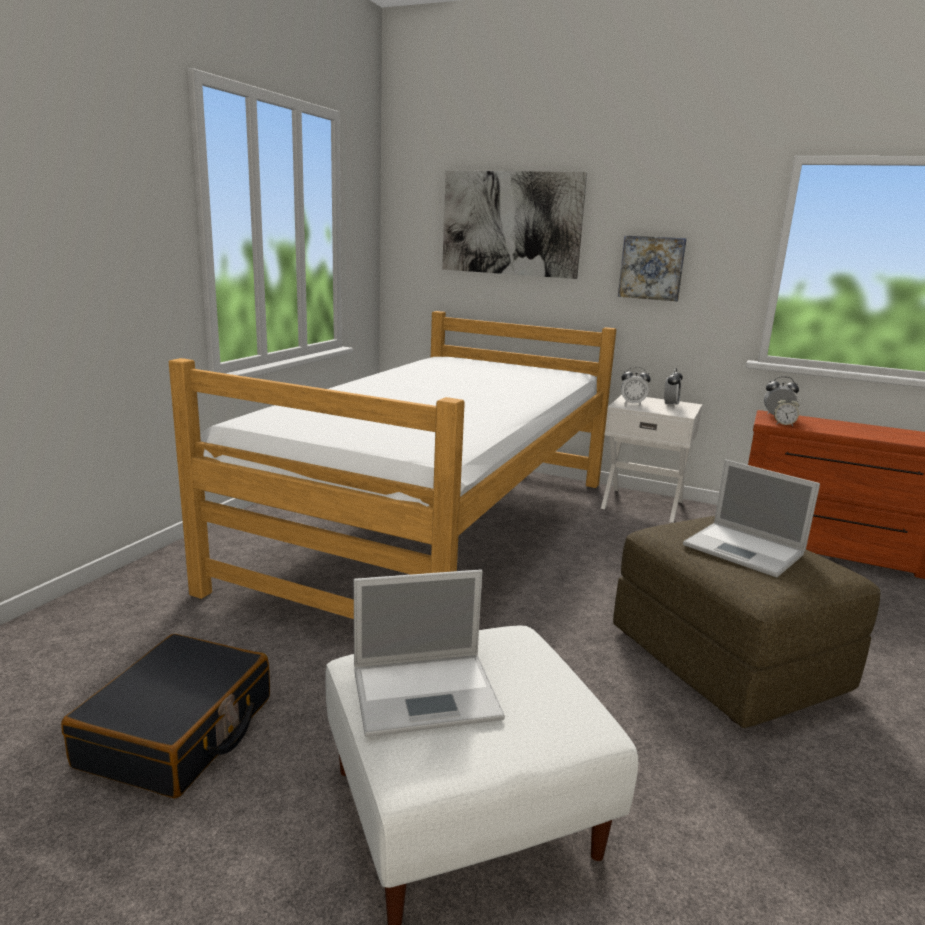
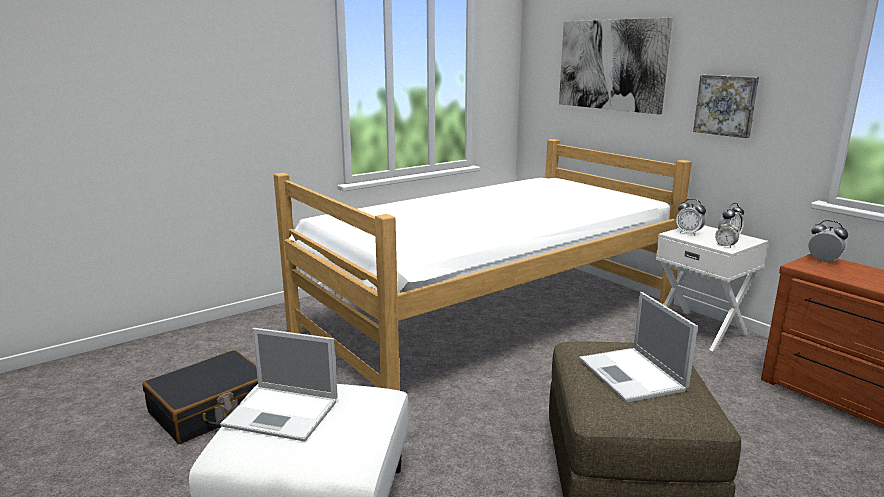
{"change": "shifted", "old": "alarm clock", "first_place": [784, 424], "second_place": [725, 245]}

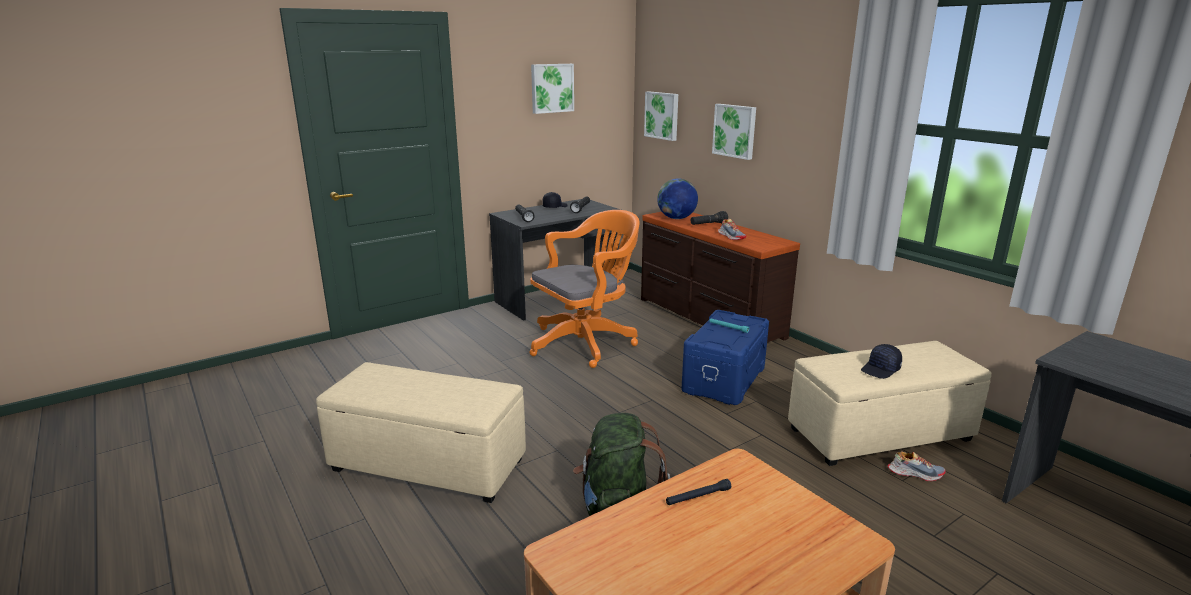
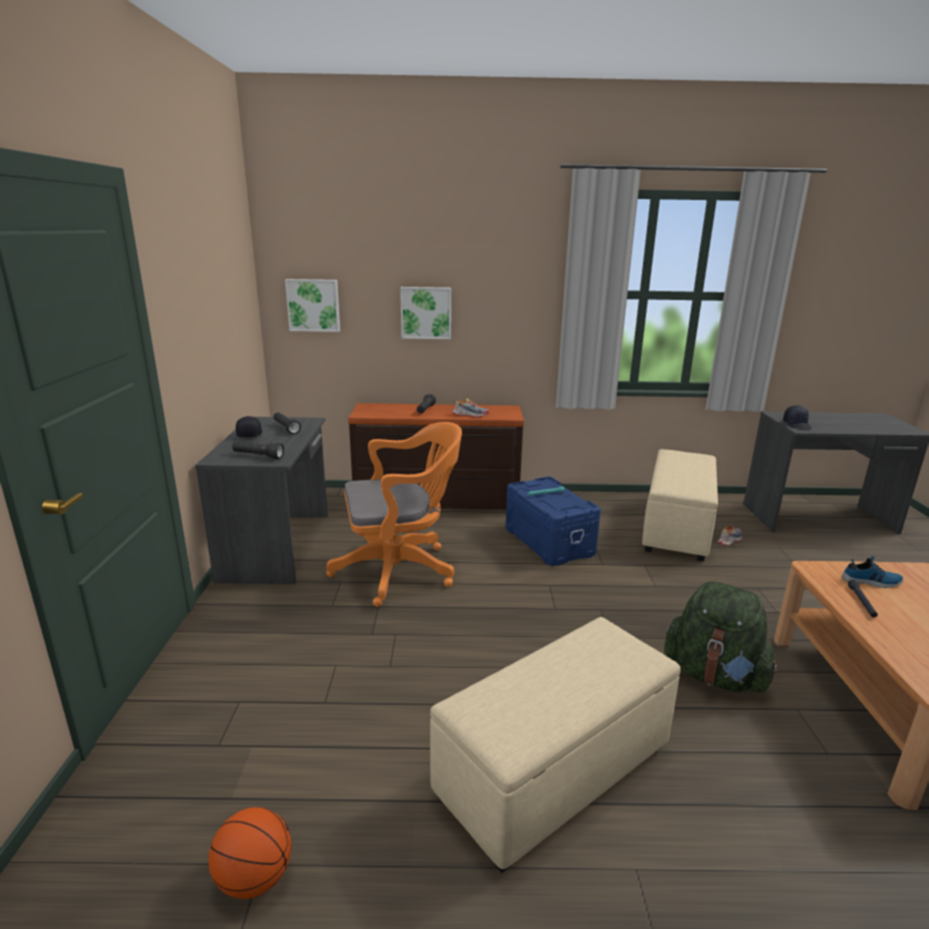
{"change": "rotated", "old": "orange office chair", "first_place": [586, 342], "second_place": [400, 570], "degrees": 75}
{"change": "gone", "old": "picture", "first_place": [551, 88]}
{"change": "gone", "old": "globe", "first_place": [676, 218]}
{"change": "shifted", "old": "black cap", "first_place": [881, 370], "second_place": [797, 424]}
{"change": "new", "new": "basketball", "second_place": [254, 878]}
{"change": "new", "new": "shoe", "second_place": [871, 581]}

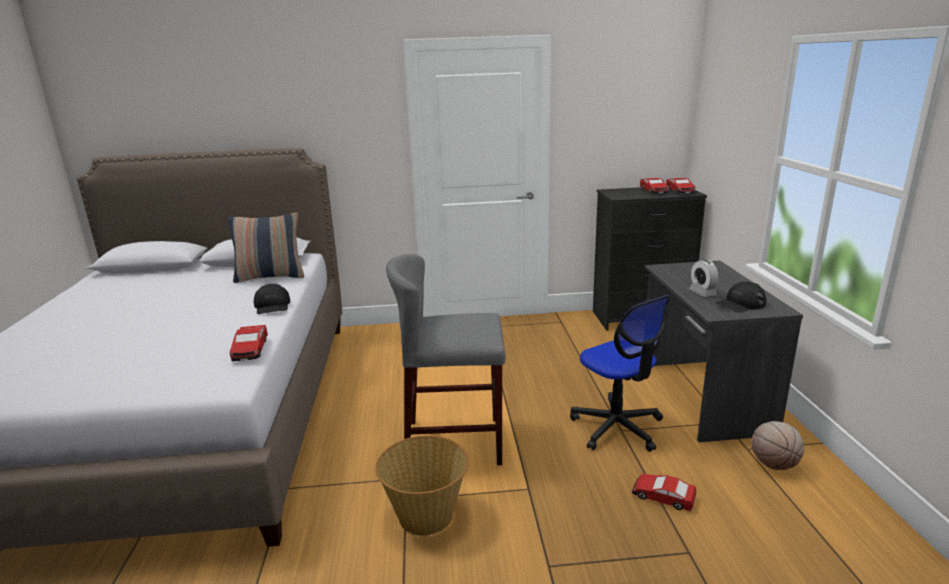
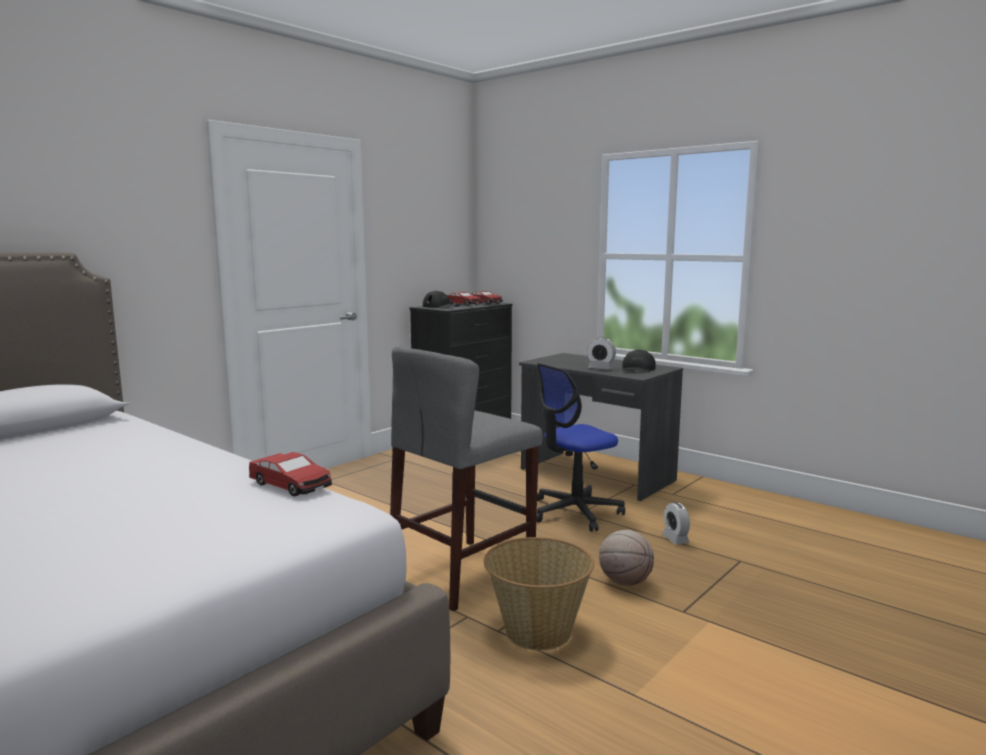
{"change": "gone", "old": "pillow", "first_place": [270, 277]}
{"change": "shifted", "old": "black cap", "first_place": [272, 306], "second_place": [441, 306]}
{"change": "rotated", "old": "office chair", "first_place": [617, 427], "second_place": [574, 512], "degrees": 135}
{"change": "swapped", "old": "toy car", "new": "alarm clock", "first_place": [663, 497], "second_place": [675, 539]}
{"change": "shifted", "old": "basketball", "first_place": [774, 464], "second_place": [625, 582]}

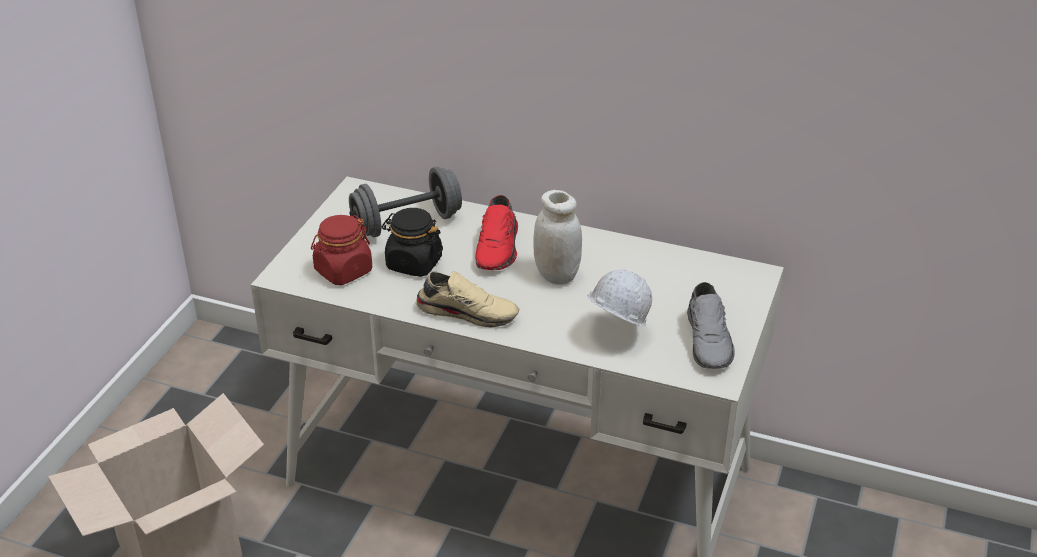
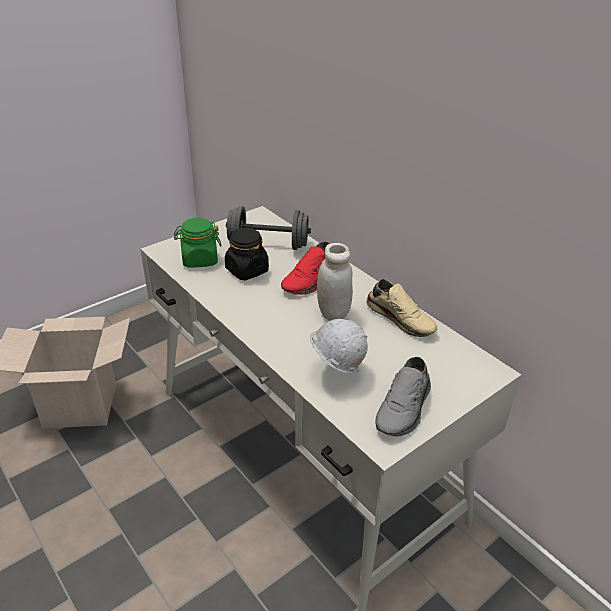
{"change": "repainted", "old": "red jar", "new": "green jar", "first_place": [343, 271], "second_place": [199, 260]}
{"change": "shifted", "old": "beige shoe", "first_place": [468, 312], "second_place": [401, 318]}

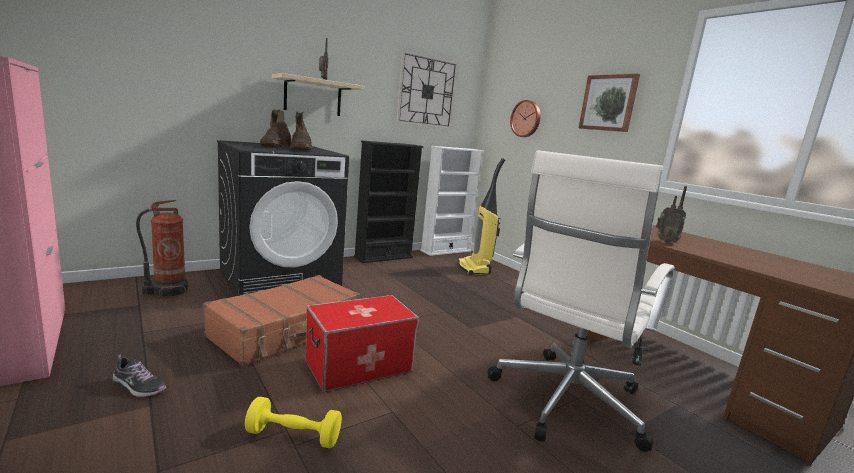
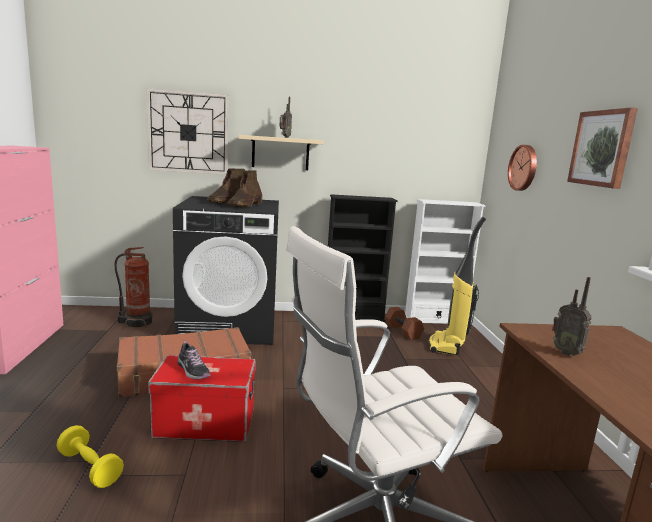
{"change": "shifted", "old": "shoe", "first_place": [138, 386], "second_place": [193, 370]}
{"change": "shifted", "old": "wall clock", "first_place": [427, 92], "second_place": [188, 132]}
{"change": "new", "new": "brown dumbbell", "second_place": [403, 331]}

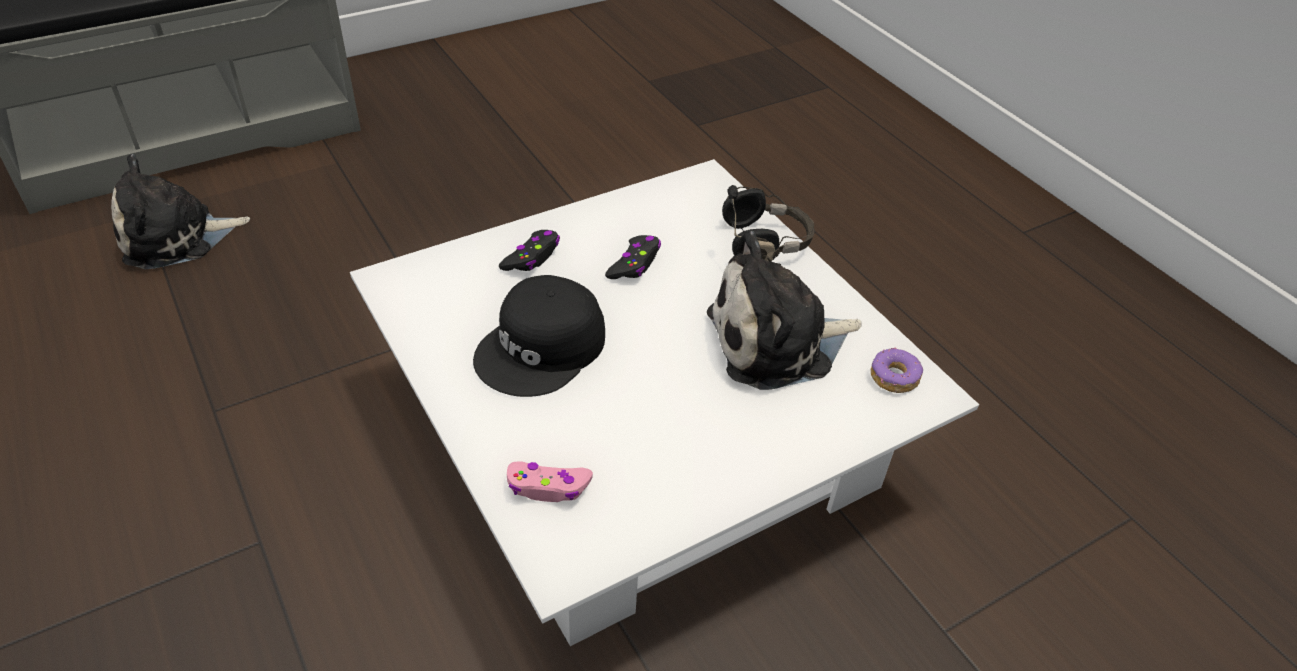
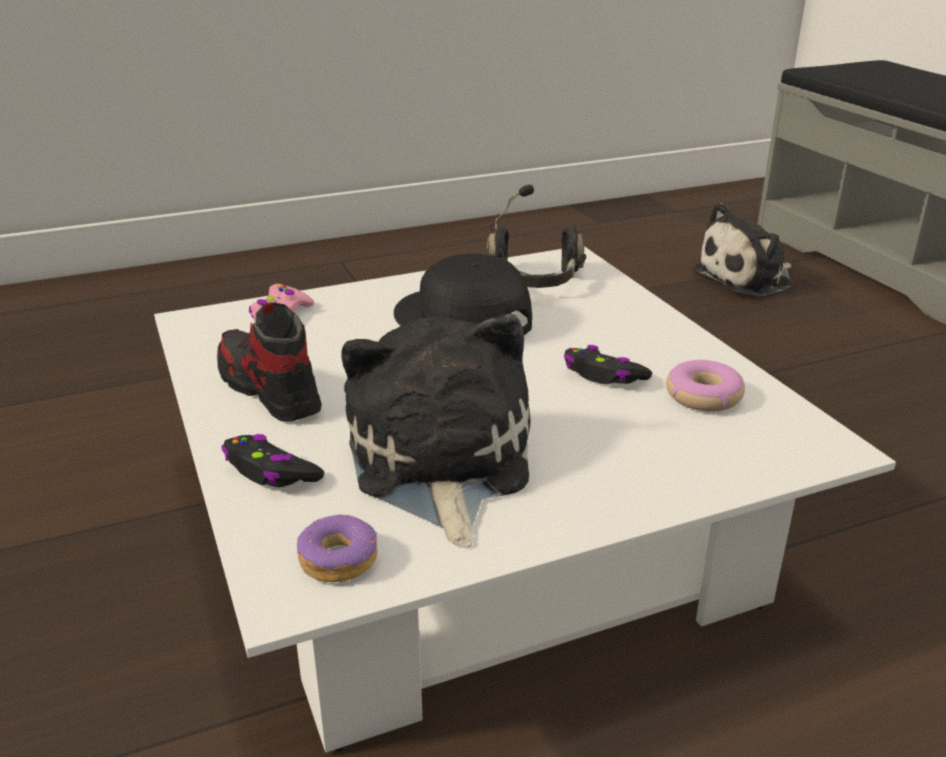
{"change": "rotated", "old": "plush toy", "first_place": [176, 237], "second_place": [747, 278], "degrees": -105}
{"change": "shifted", "old": "black game controller", "first_place": [532, 257], "second_place": [271, 472]}
{"change": "shifted", "old": "black headphones", "first_place": [764, 243], "second_place": [535, 280]}
{"change": "new", "new": "shoe", "second_place": [269, 389]}
{"change": "new", "new": "donut", "second_place": [703, 396]}

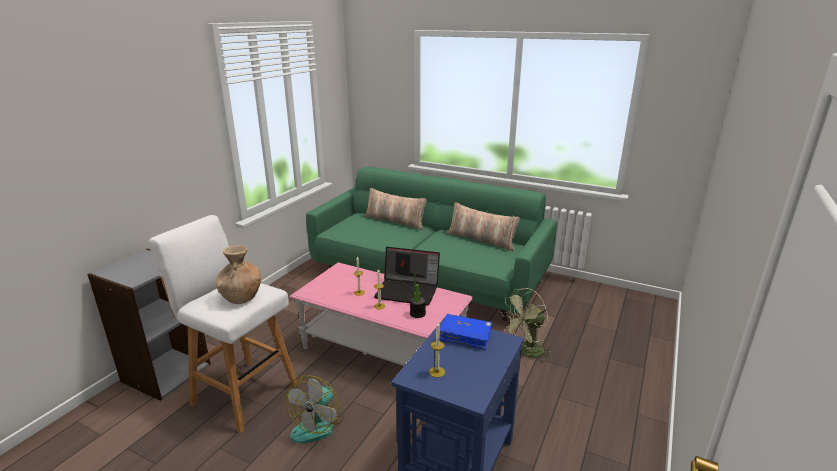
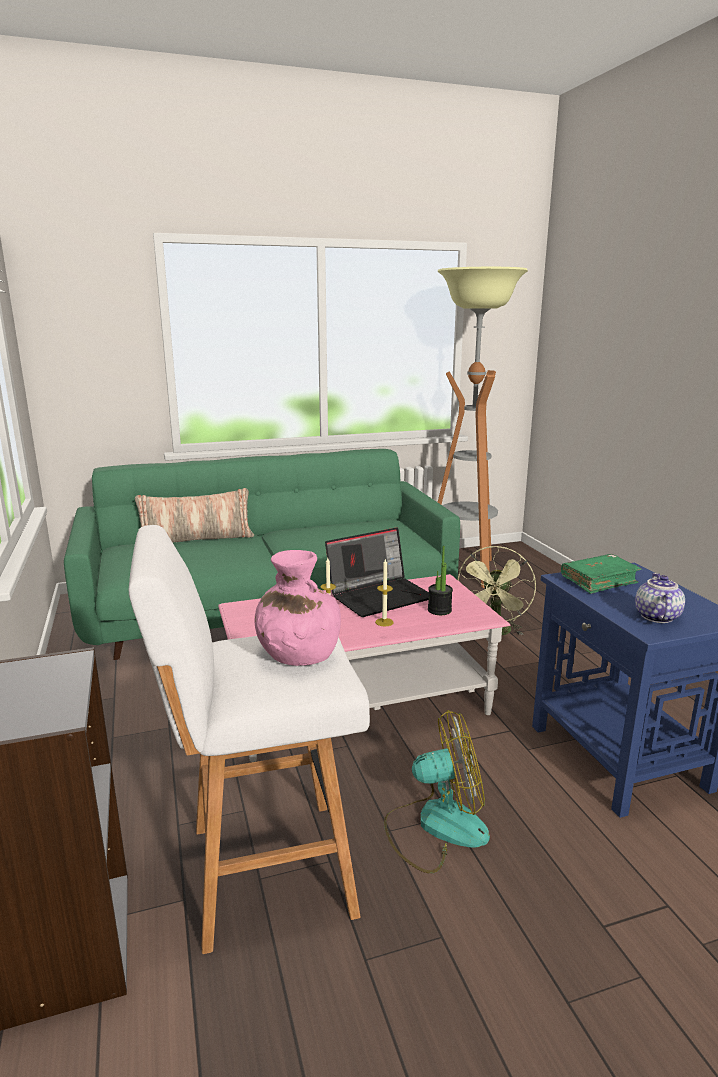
{"change": "repainted", "old": "brown vase", "new": "pink vase", "first_place": [241, 297], "second_place": [297, 654]}
{"change": "rotated", "old": "fan", "first_place": [319, 424], "second_place": [436, 826], "degrees": -75}
{"change": "swapped", "old": "candle", "new": "teapot", "first_place": [437, 372], "second_place": [655, 616]}
{"change": "repainted", "old": "blue book", "new": "green book", "first_place": [465, 336], "second_place": [599, 581]}
{"change": "gone", "old": "pillow", "first_place": [481, 240]}
{"change": "new", "new": "floor lamp", "second_place": [465, 571]}

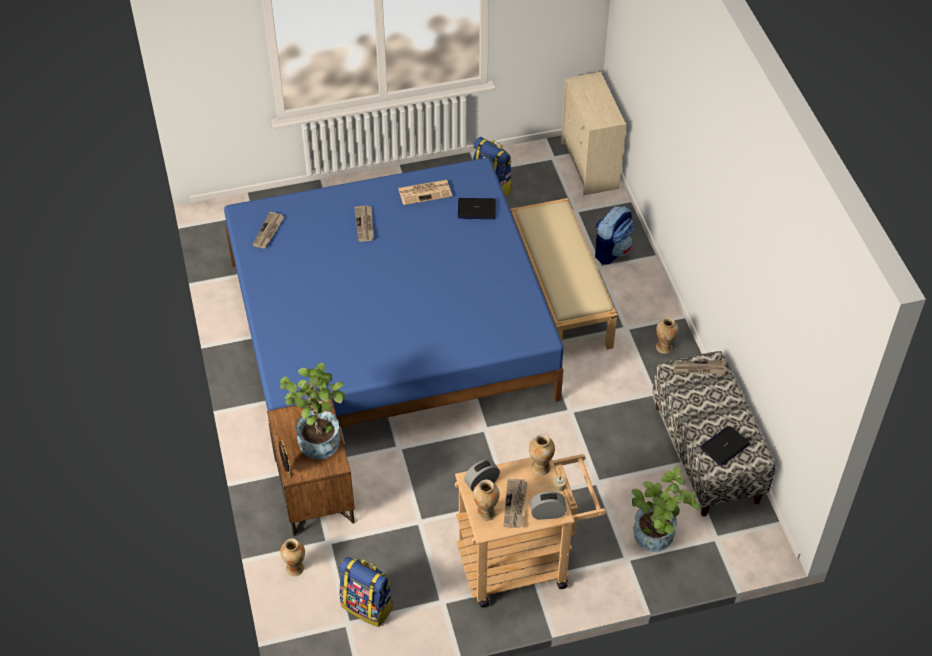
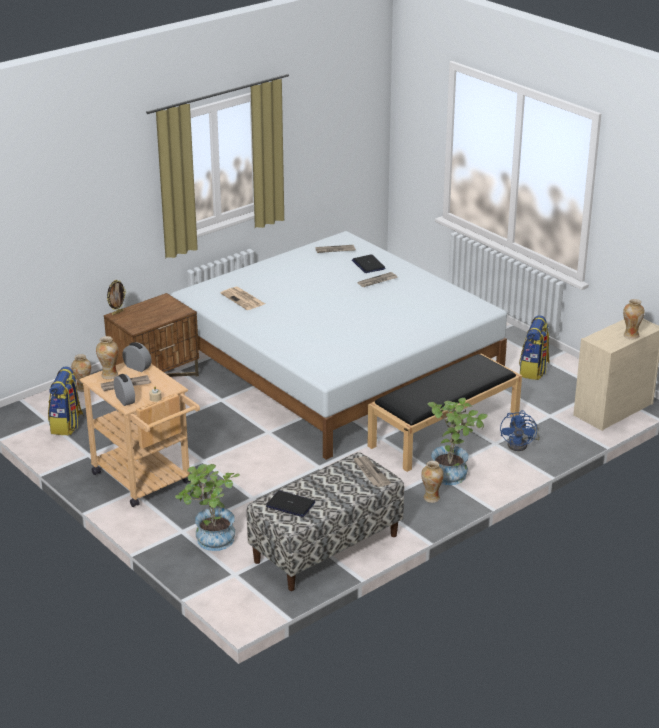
{"change": "repainted", "old": "blue bed", "new": "white bed", "first_place": [390, 327], "second_place": [337, 365]}
{"change": "shifted", "old": "potted plant", "first_place": [319, 437], "second_place": [453, 473]}
{"change": "shifted", "old": "newspaper", "first_place": [425, 192], "second_place": [243, 299]}
{"change": "shifted", "old": "laptop", "first_place": [476, 209], "second_place": [368, 265]}
{"change": "repainted", "old": "beige bench", "new": "black bench", "first_place": [558, 293], "second_place": [444, 430]}
{"change": "shifted", "old": "vase", "first_place": [540, 467], "second_place": [631, 336]}
{"change": "swapped", "old": "backpack", "new": "blue fan", "first_place": [611, 250], "second_place": [521, 444]}

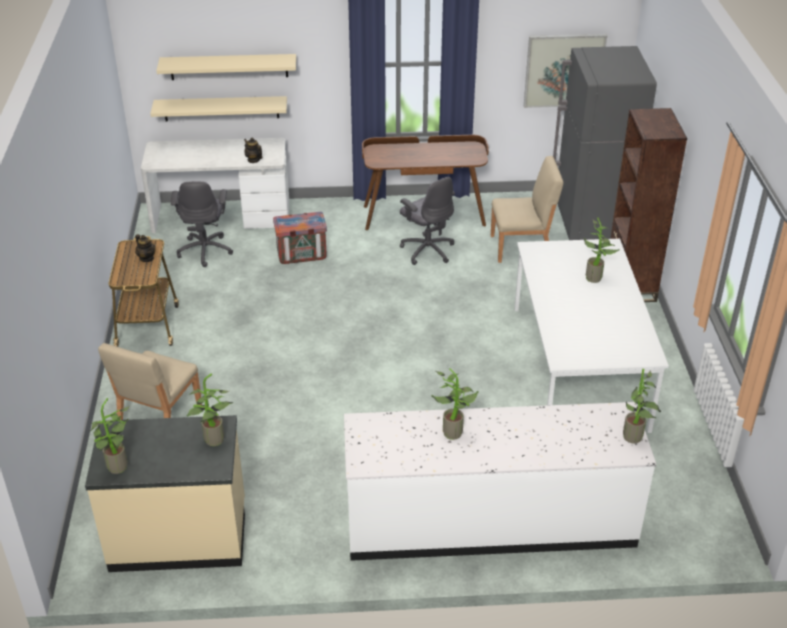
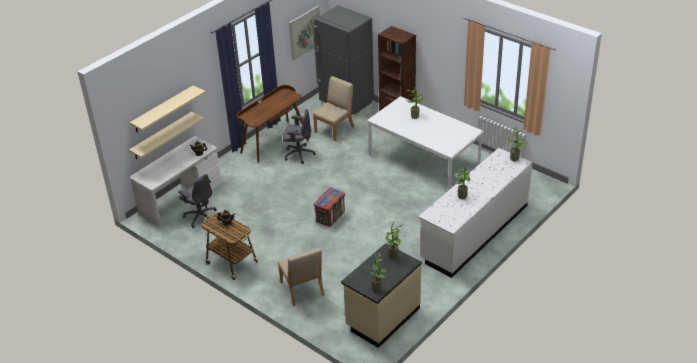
{"change": "shifted", "old": "crate", "first_place": [301, 255], "second_place": [330, 217]}

